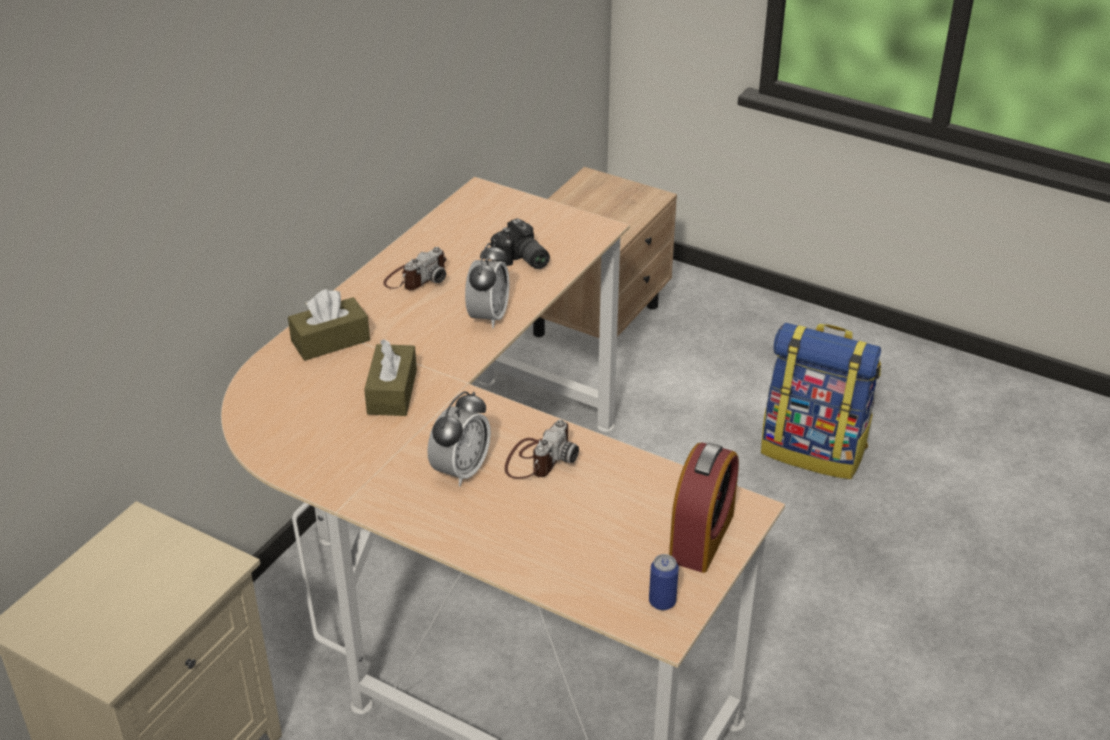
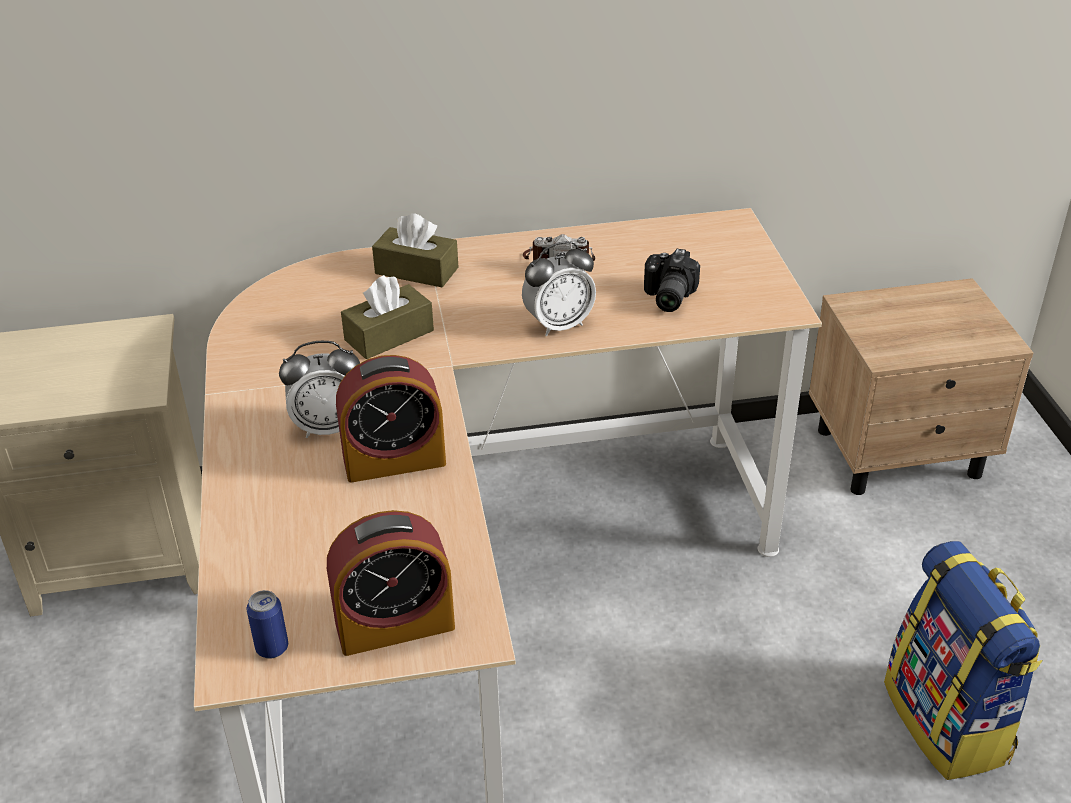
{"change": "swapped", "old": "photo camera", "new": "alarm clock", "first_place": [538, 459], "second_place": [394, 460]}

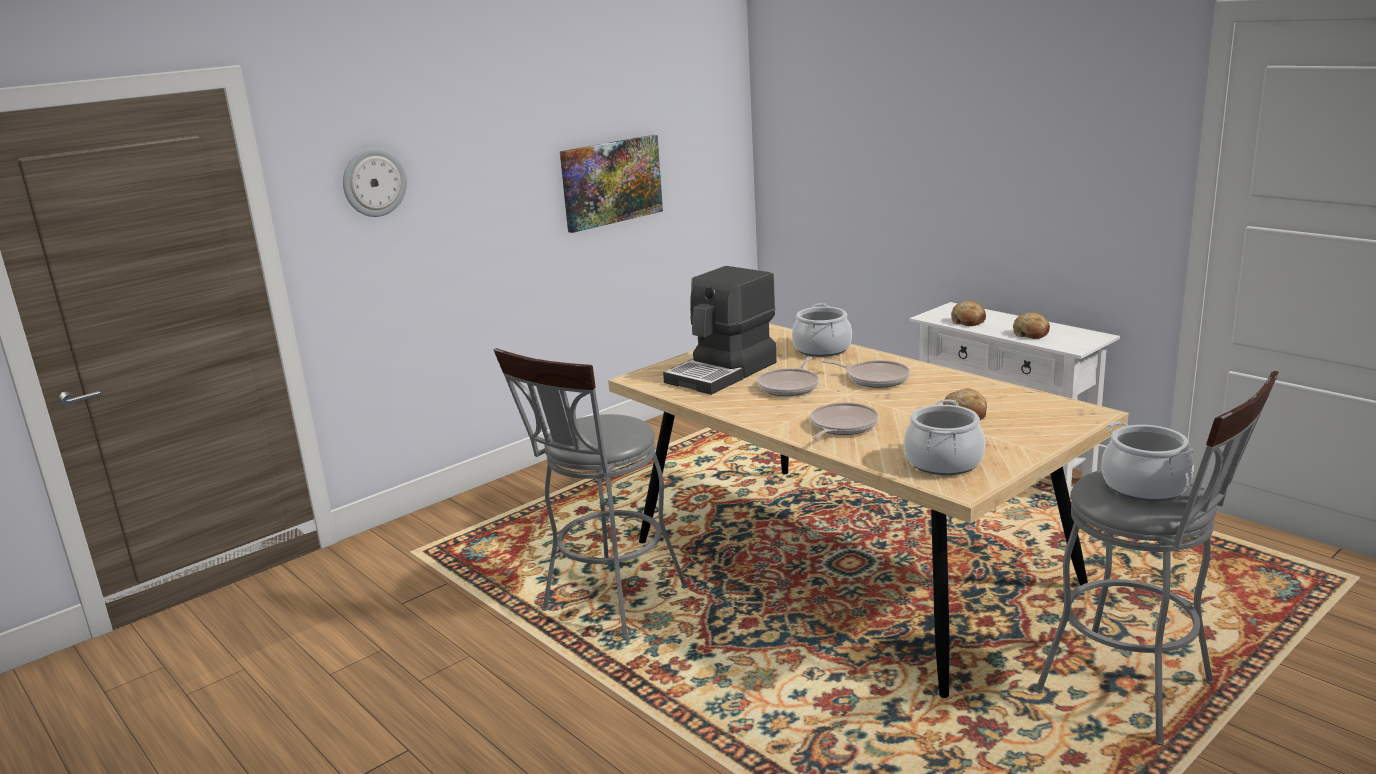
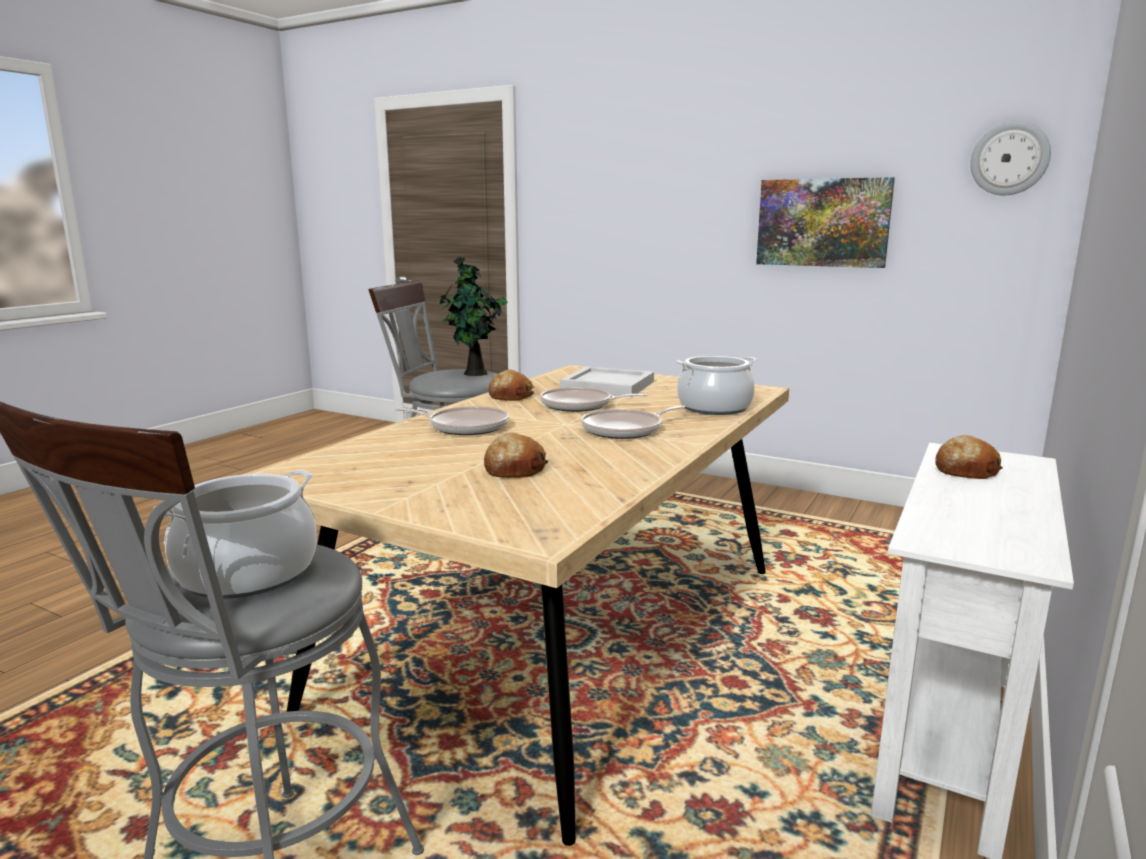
{"change": "shifted", "old": "wall clock", "first_place": [374, 182], "second_place": [1009, 159]}
{"change": "swapped", "old": "coffee machine", "new": "white tray", "first_place": [723, 372], "second_place": [608, 386]}
{"change": "rotated", "old": "frying pan", "first_place": [874, 378], "second_place": [625, 430], "degrees": 45}
{"change": "gone", "old": "cooking pot", "first_place": [944, 462]}
{"change": "shifted", "old": "bread", "first_place": [1031, 333], "second_place": [511, 396]}
{"change": "new", "new": "potted plant", "second_place": [474, 374]}

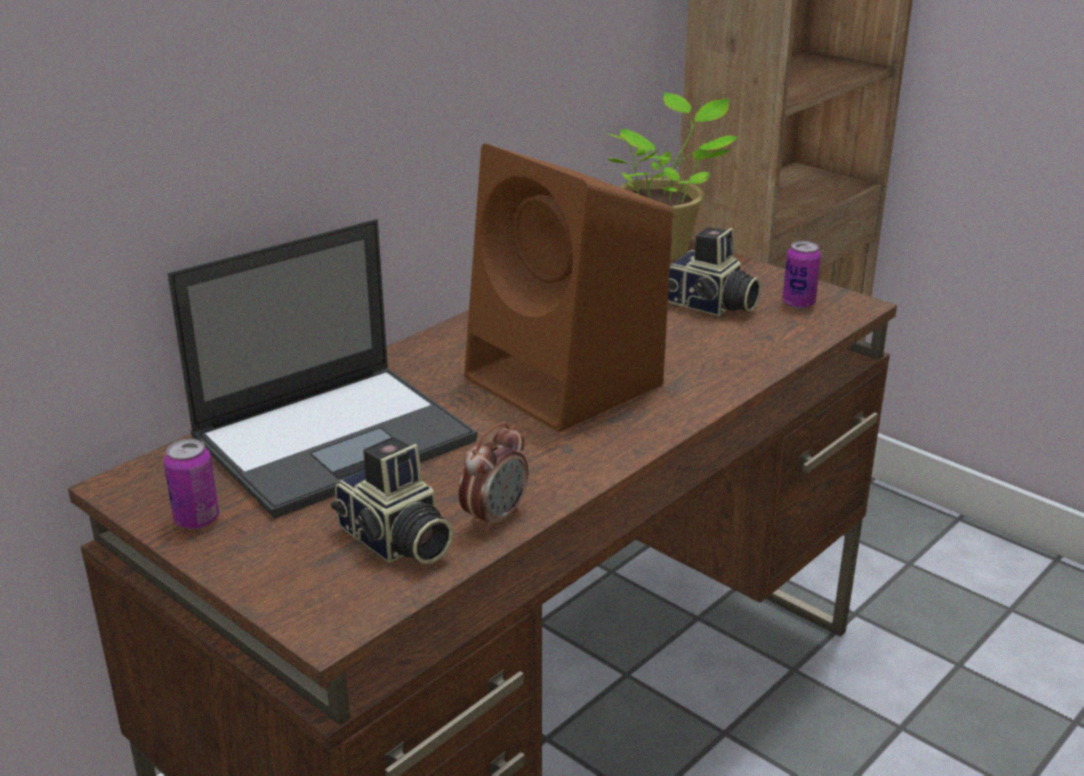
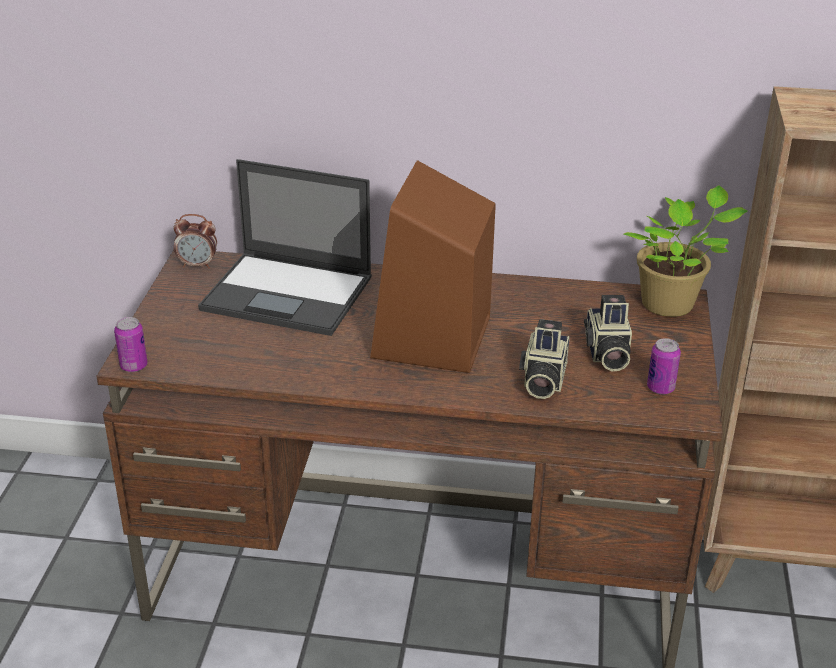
{"change": "shifted", "old": "can", "first_place": [197, 519], "second_place": [134, 366]}
{"change": "shifted", "old": "photo camera", "first_place": [394, 542], "second_place": [542, 380]}
{"change": "shifted", "old": "alarm clock", "first_place": [494, 518], "second_place": [198, 265]}

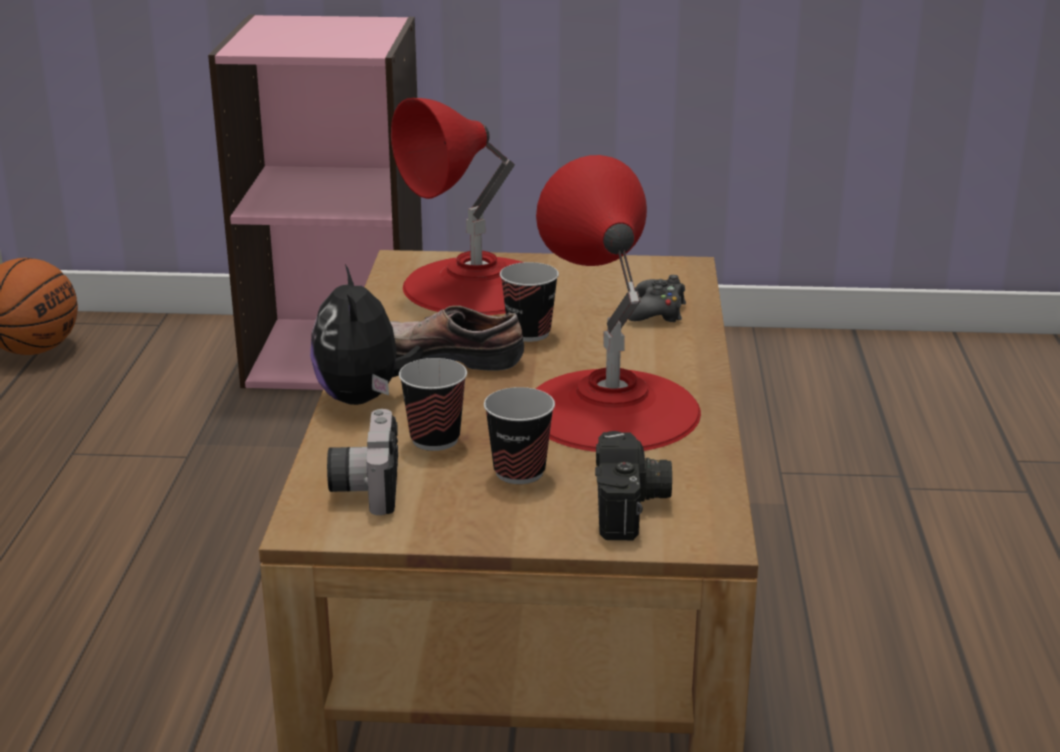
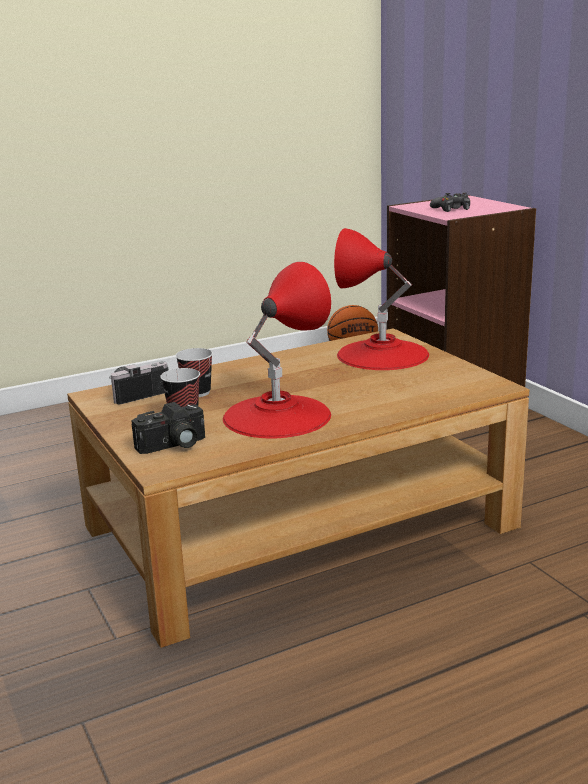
{"change": "gone", "old": "plush toy", "first_place": [363, 398]}
{"change": "gone", "old": "shoe", "first_place": [444, 355]}
{"change": "gone", "old": "cup", "first_place": [529, 333]}
{"change": "shifted", "old": "black game controller", "first_place": [656, 311], "second_place": [452, 209]}

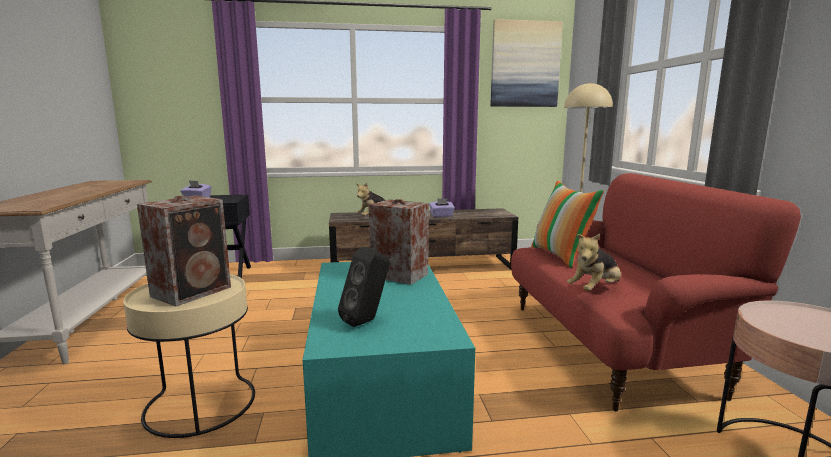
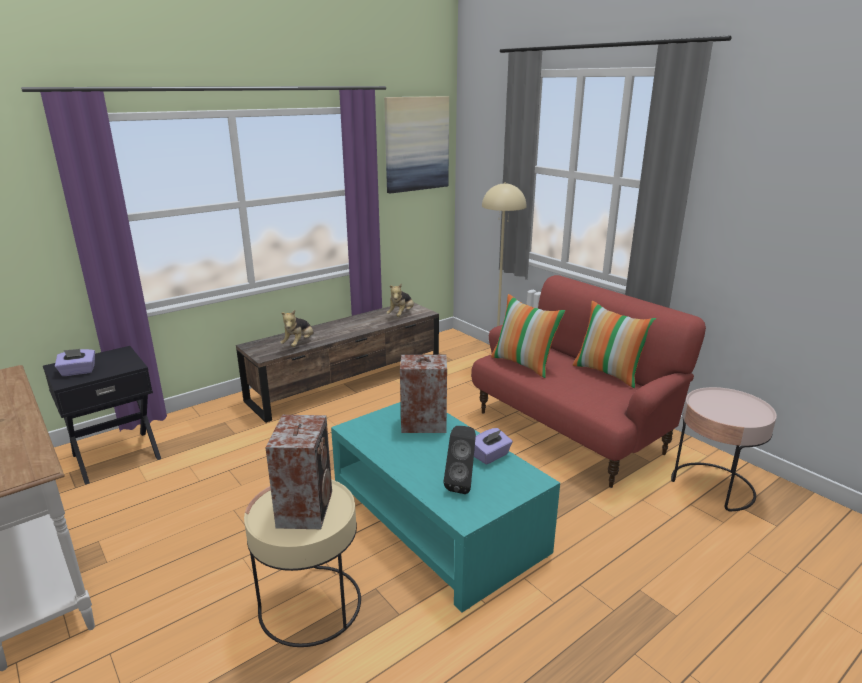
{"change": "shifted", "old": "purple tissue box", "first_place": [441, 216], "second_place": [491, 456]}
{"change": "shifted", "old": "plush toy", "first_place": [595, 290], "second_place": [401, 315]}
{"change": "new", "new": "pillow", "second_place": [608, 373]}

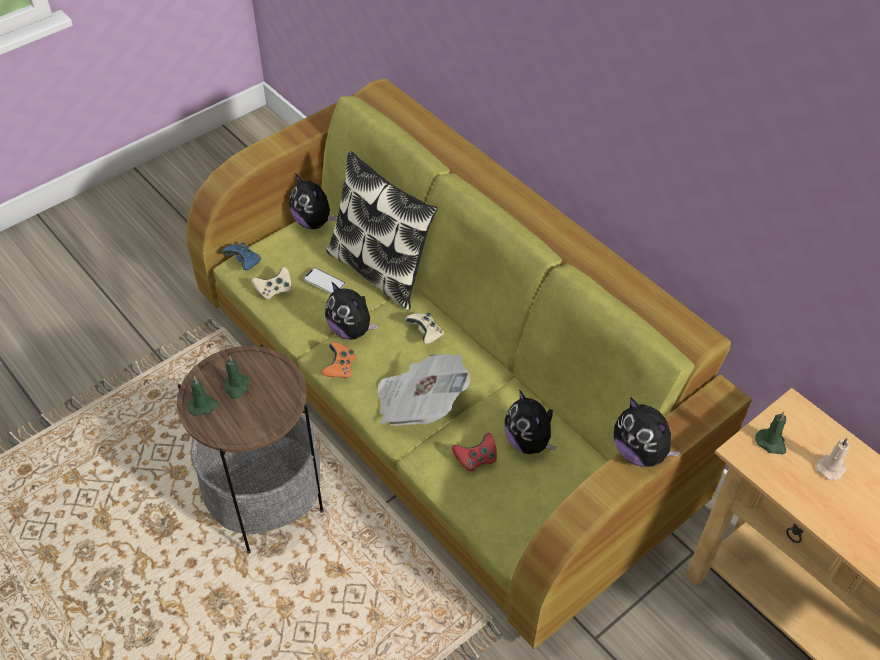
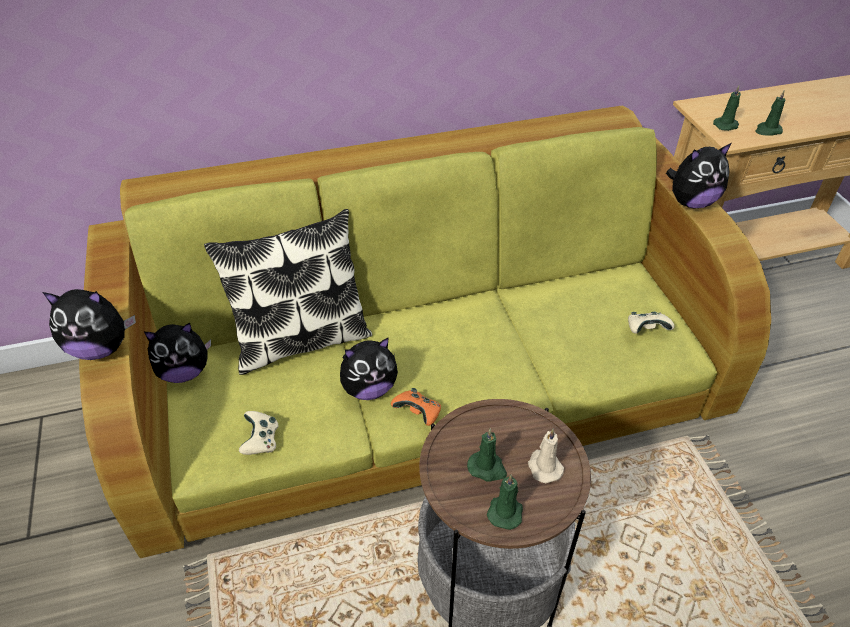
{"change": "gone", "old": "blue game controller", "first_place": [244, 263]}
{"change": "gone", "old": "phone", "first_place": [324, 282]}
{"change": "gone", "old": "newspaper", "first_place": [420, 404]}
{"change": "shifted", "old": "beige game controller", "first_place": [426, 334], "second_place": [646, 330]}
{"change": "gone", "old": "red game controller", "first_place": [476, 459]}
{"change": "shifted", "old": "plush toy", "first_place": [529, 442], "second_place": [100, 348]}
{"change": "shifted", "old": "beige candle", "first_place": [831, 467], "second_place": [544, 466]}
{"change": "new", "new": "green candle", "second_place": [767, 130]}

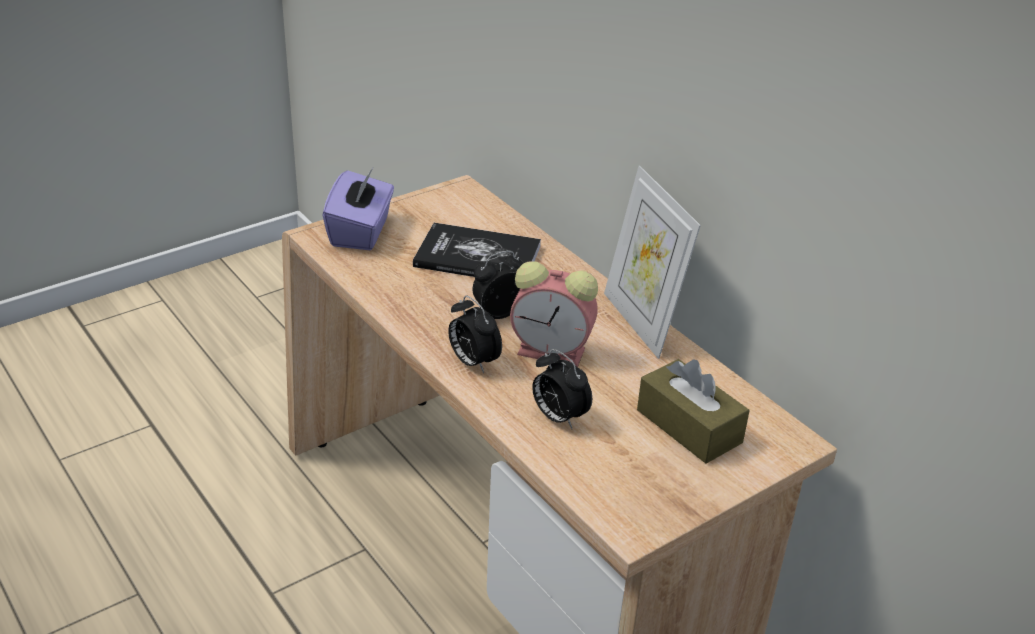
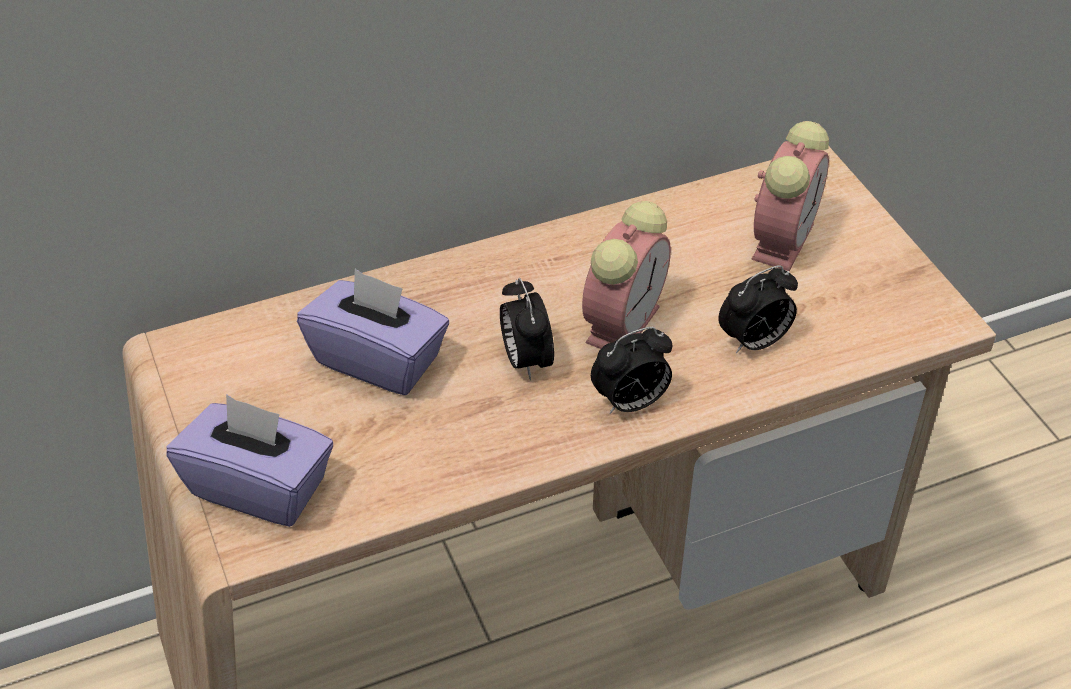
{"change": "swapped", "old": "book", "new": "purple tissue box", "first_place": [477, 256], "second_place": [378, 359]}
{"change": "gone", "old": "picture frame", "first_place": [641, 322]}
{"change": "swapped", "old": "brown tissue box", "new": "alarm clock", "first_place": [689, 426], "second_place": [783, 239]}

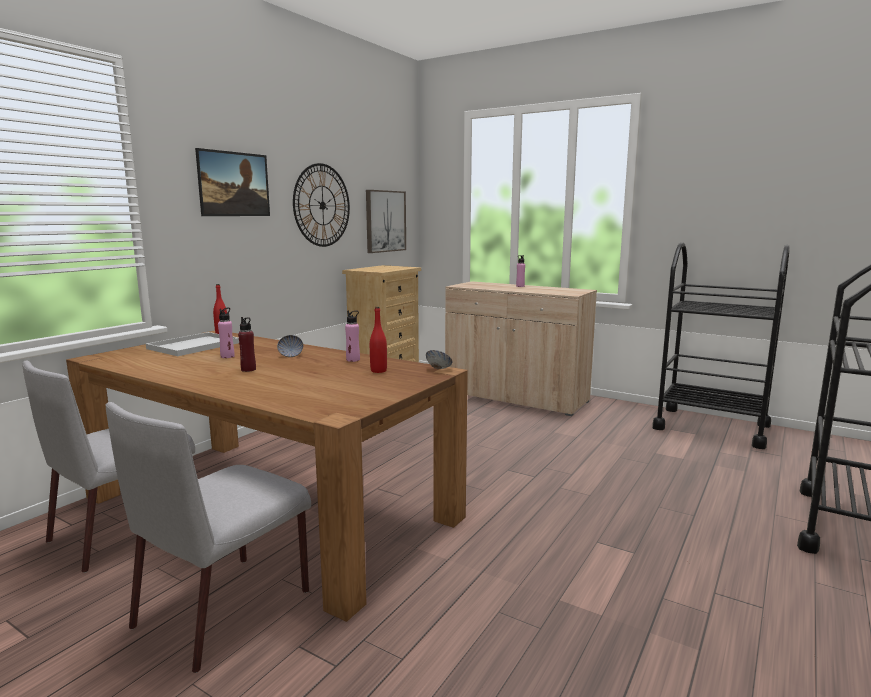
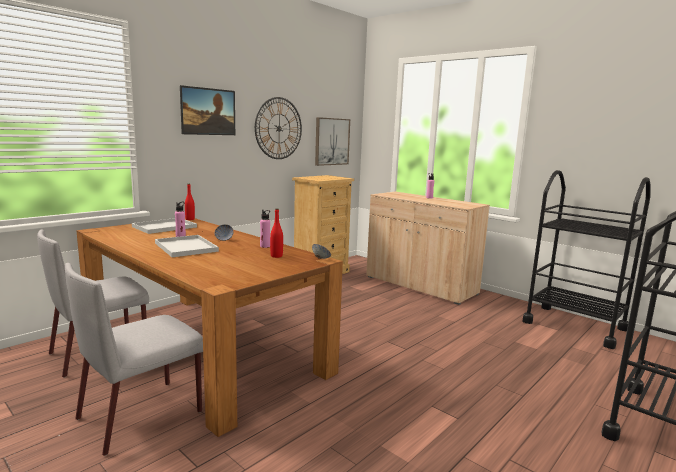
{"change": "swapped", "old": "red bottle", "new": "white tray", "first_place": [248, 369], "second_place": [187, 247]}

